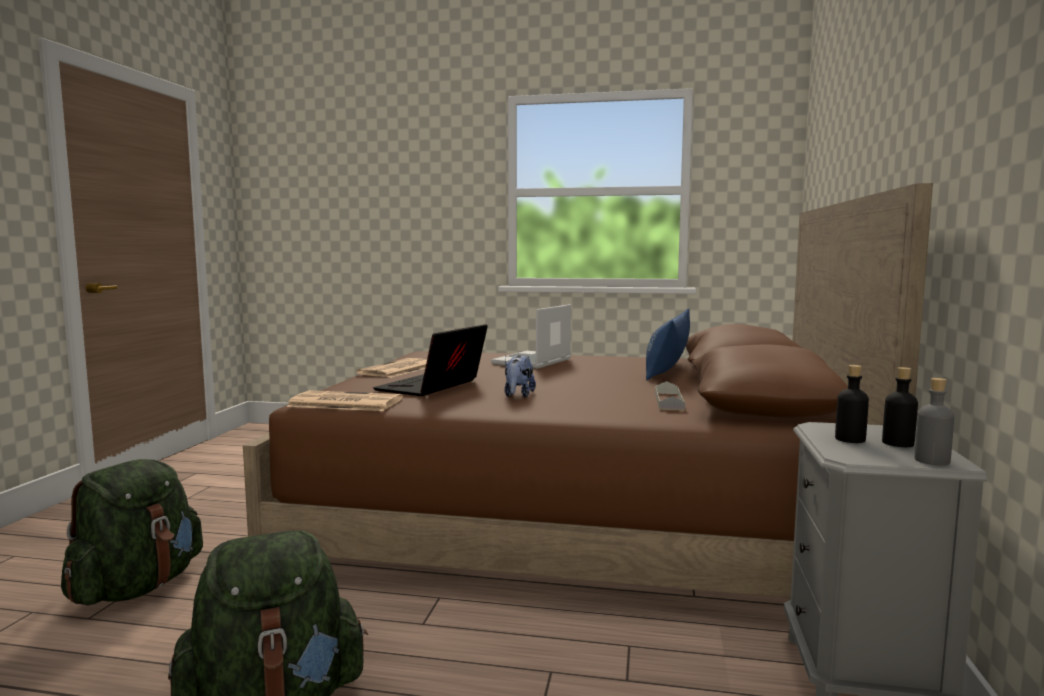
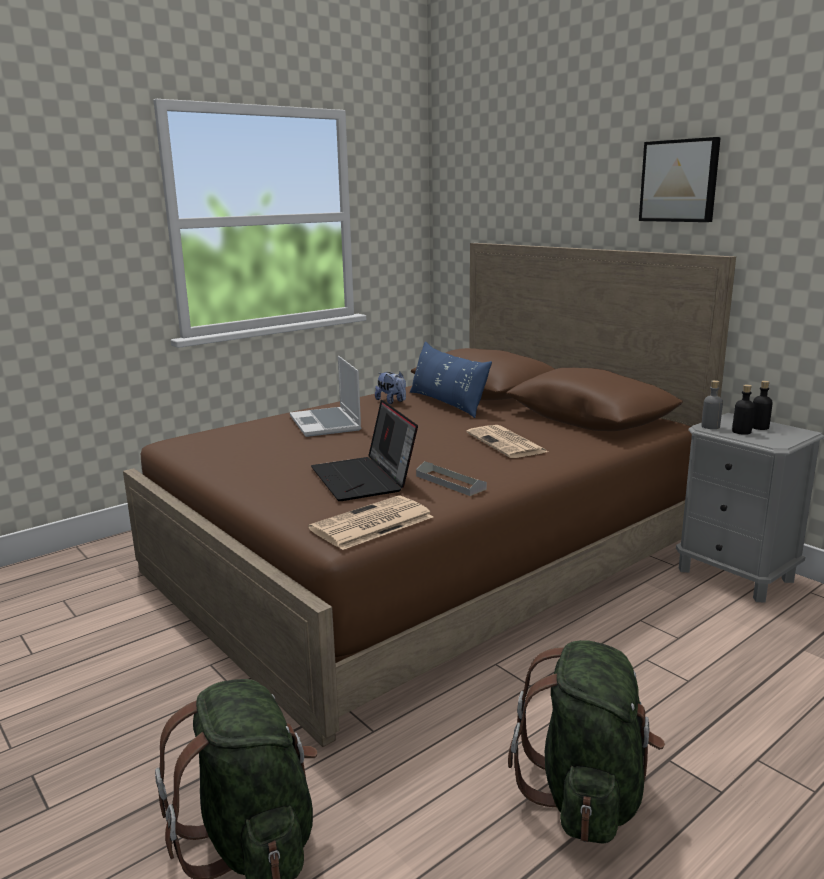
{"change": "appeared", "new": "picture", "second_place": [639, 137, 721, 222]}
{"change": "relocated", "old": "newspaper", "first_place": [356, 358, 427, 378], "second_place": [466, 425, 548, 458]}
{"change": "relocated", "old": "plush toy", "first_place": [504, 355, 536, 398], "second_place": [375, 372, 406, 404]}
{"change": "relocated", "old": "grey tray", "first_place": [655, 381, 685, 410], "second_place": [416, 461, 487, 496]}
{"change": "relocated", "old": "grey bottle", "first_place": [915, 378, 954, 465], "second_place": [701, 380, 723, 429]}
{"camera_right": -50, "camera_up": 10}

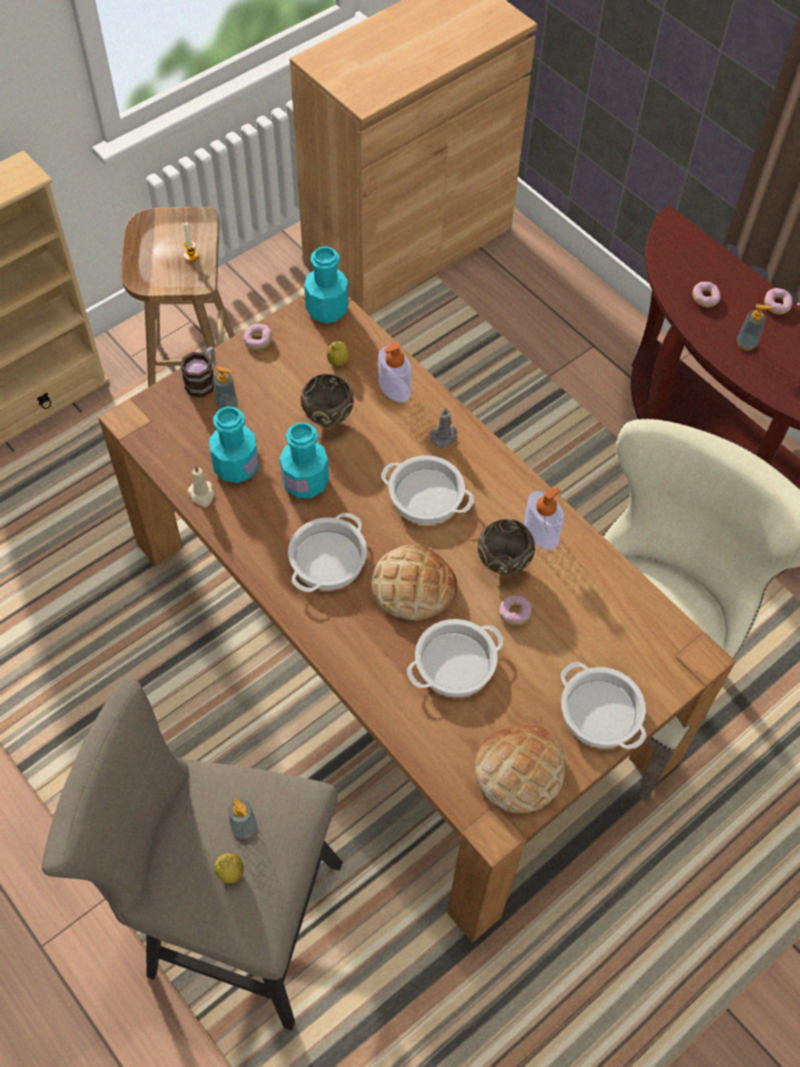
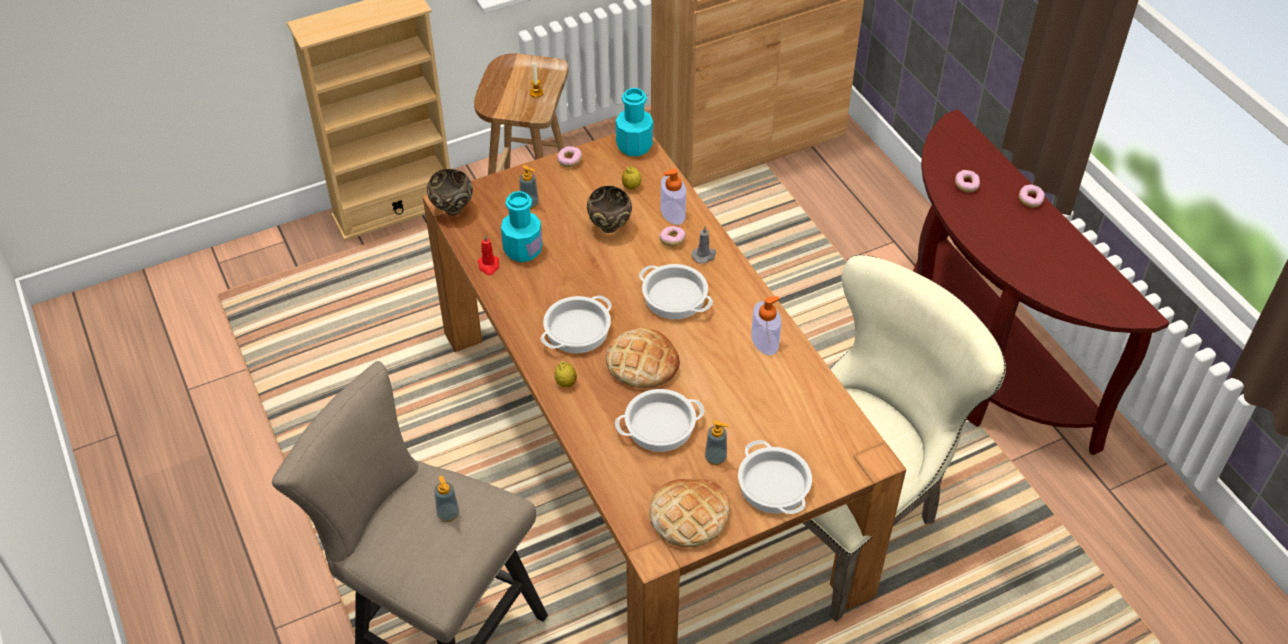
{"change": "missing", "old": "mug", "first_place": [180, 347, 216, 397]}
{"change": "missing", "old": "turquoise bottle", "first_place": [280, 423, 329, 498]}
{"change": "relocated", "old": "lemon", "first_place": [214, 853, 244, 883], "second_place": [554, 361, 577, 387]}
{"change": "relocated", "old": "brown bowl", "first_place": [477, 519, 535, 574], "second_place": [427, 169, 473, 216]}
{"change": "relocated", "old": "donut", "first_place": [499, 595, 532, 625], "second_place": [659, 226, 686, 247]}
{"change": "relocated", "old": "soap dispenser", "first_place": [737, 304, 772, 350], "second_place": [705, 420, 729, 465]}
{"change": "colour", "old": "beige candle", "new": "red candle", "first_place": [187, 465, 214, 507], "second_place": [477, 235, 499, 275]}
{"camera_right": 15, "camera_up": -10}

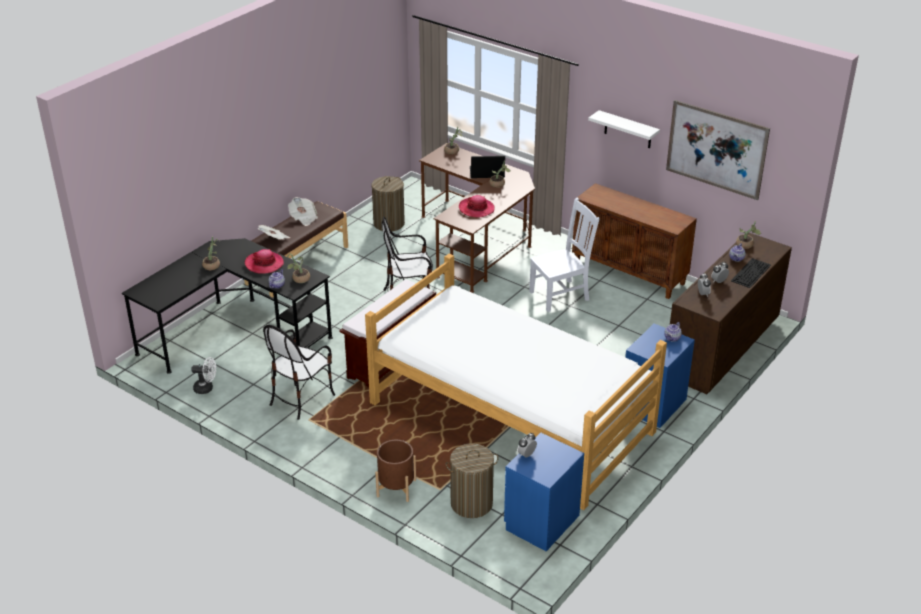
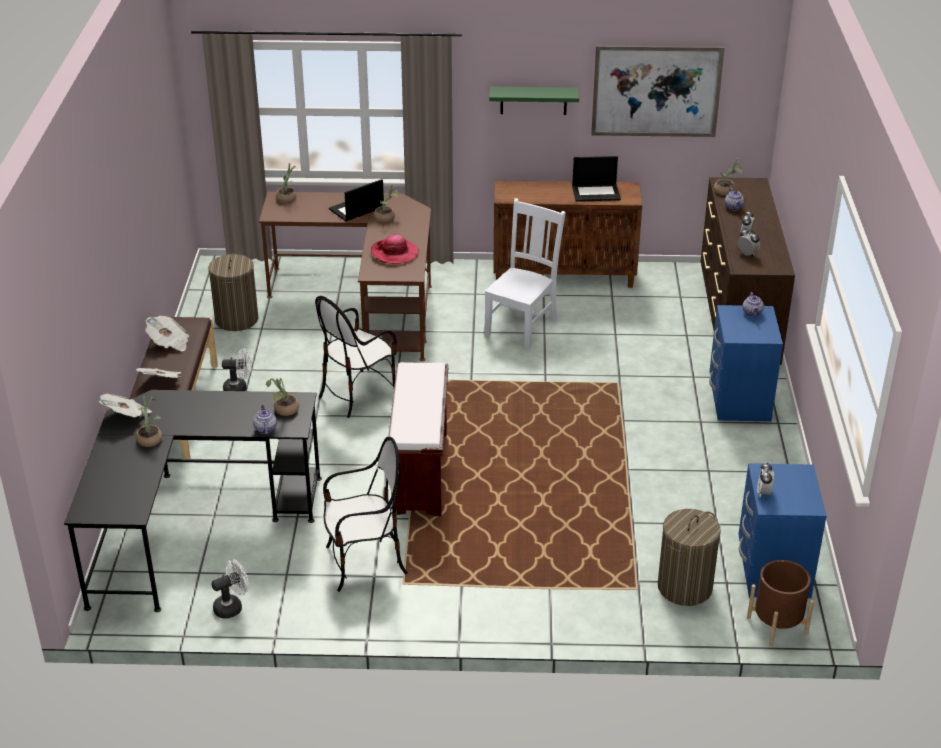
{"change": "missing", "old": "hat", "first_place": [245, 249, 284, 274]}
{"change": "missing", "old": "bed", "first_place": [365, 254, 667, 510]}
{"change": "missing", "old": "keyboard", "first_place": [731, 258, 771, 288]}
{"change": "appeared", "new": "newspaper", "second_place": [98, 394, 152, 417]}
{"change": "appeared", "new": "white fan", "second_place": [222, 349, 252, 391]}
{"change": "appeared", "new": "laptop", "second_place": [572, 156, 621, 202]}
{"change": "relocated", "old": "brown planter", "first_place": [375, 440, 416, 502], "second_place": [747, 560, 814, 647]}
{"change": "colour", "old": "white shelf", "new": "green shelf", "first_place": [588, 110, 660, 148], "second_place": [489, 86, 579, 115]}
{"change": "spun", "old": "chair", "first_place": [263, 325, 335, 420], "second_place": [323, 437, 408, 592], "degrees": -105}
{"camera_right": -35, "camera_up": 0}

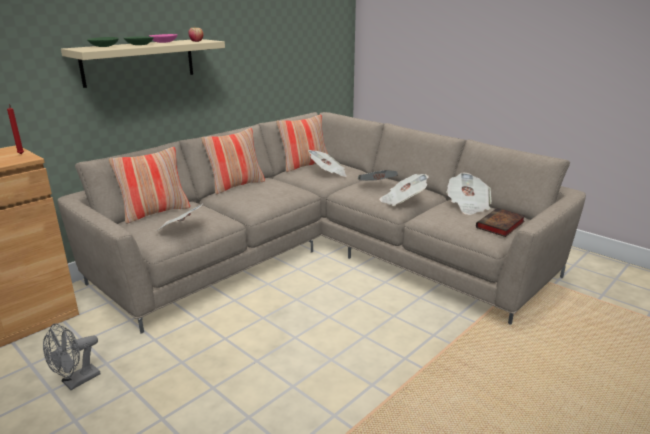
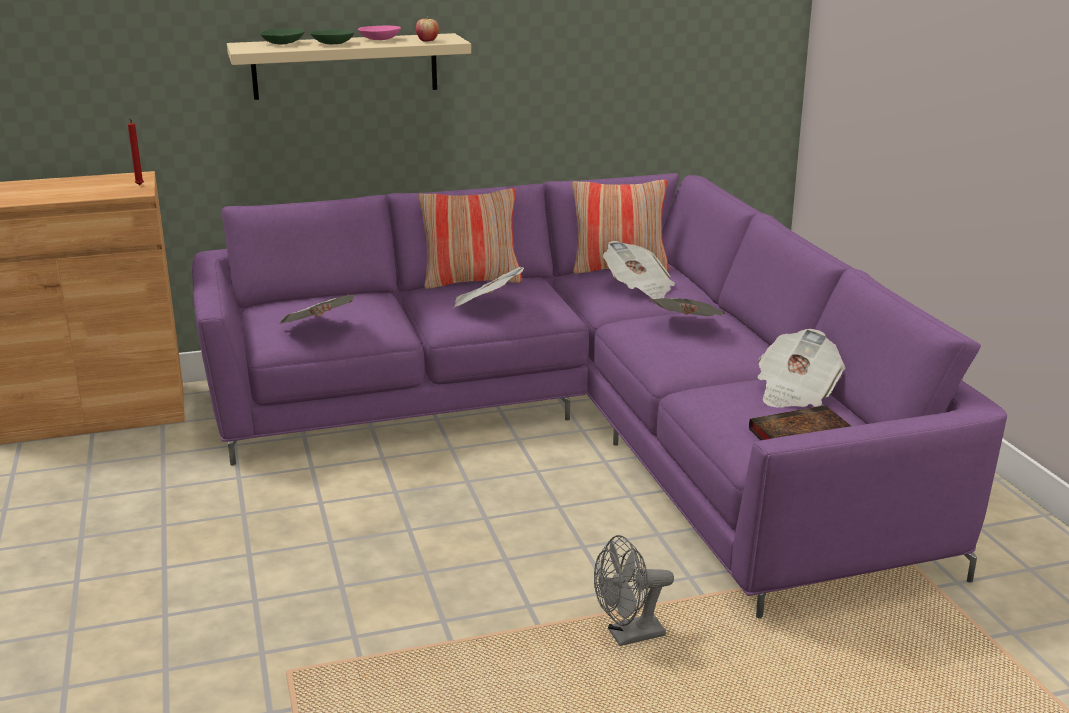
{"change": "missing", "old": "pillow", "first_place": [109, 147, 190, 224]}
{"change": "relocated", "old": "grey fan", "first_place": [43, 323, 101, 390], "second_place": [594, 535, 674, 646]}
{"change": "relocated", "old": "newspaper", "first_place": [379, 174, 429, 206], "second_place": [453, 266, 524, 308]}
{"change": "colour", "old": "beige sofa", "new": "purple sofa", "first_place": [58, 112, 586, 334], "second_place": [192, 173, 1007, 618]}
{"camera_right": 30, "camera_up": 0}

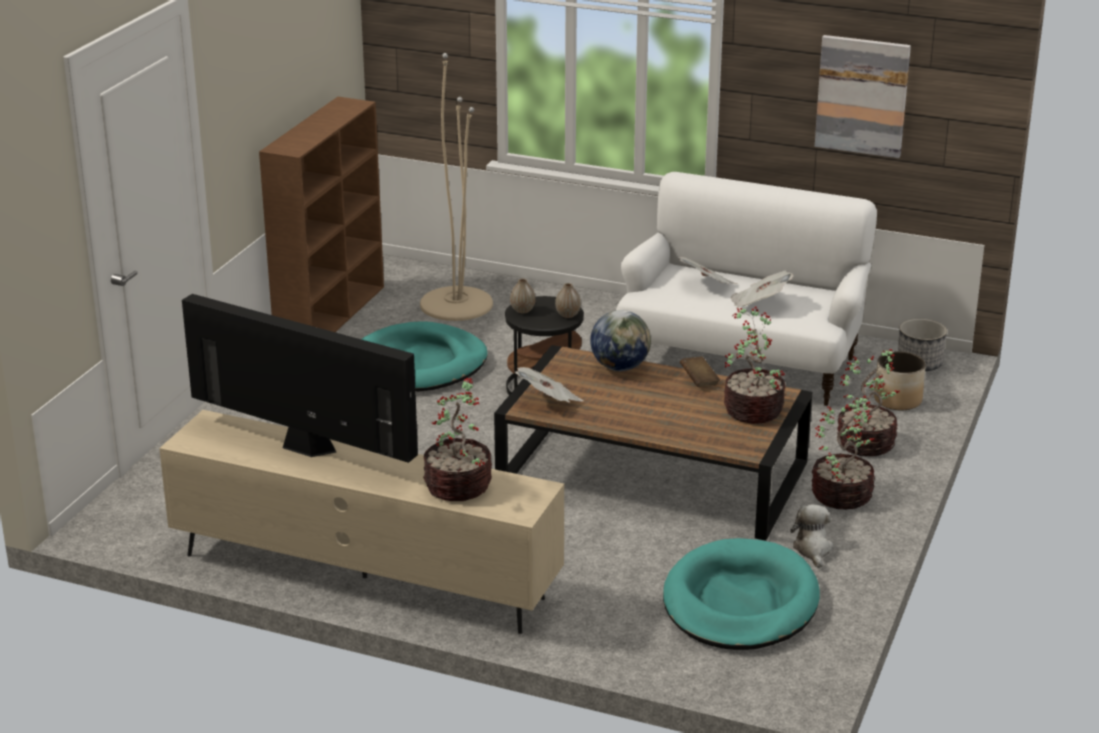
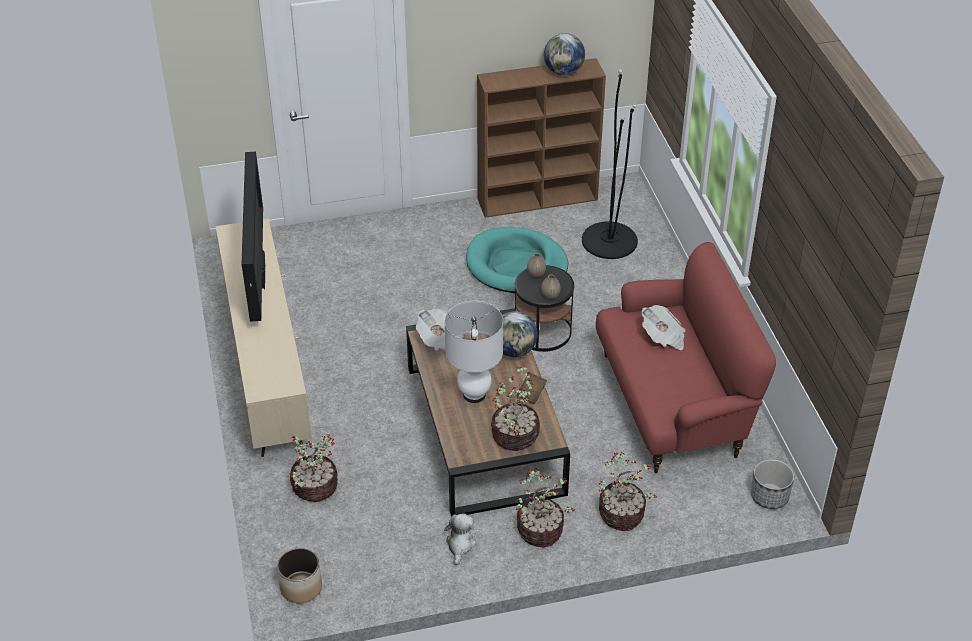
{"change": "missing", "old": "turquoise dog bed", "first_place": [663, 538, 820, 650]}
{"change": "missing", "old": "newspaper", "first_place": [730, 270, 793, 309]}
{"change": "missing", "old": "picture", "first_place": [815, 35, 911, 158]}
{"change": "appeared", "new": "white table lamp", "second_place": [445, 301, 503, 403]}
{"change": "appeared", "new": "globe", "second_place": [544, 33, 585, 76]}
{"change": "relocated", "old": "potted plant", "first_place": [423, 378, 492, 501], "second_place": [290, 434, 338, 502]}
{"change": "relocated", "old": "planter", "first_place": [874, 351, 926, 410], "second_place": [277, 548, 322, 603]}
{"change": "colour", "old": "beige floor lamp", "new": "black floor lamp", "first_place": [420, 53, 493, 321], "second_place": [582, 69, 638, 259]}
{"change": "colour", "old": "white sofa", "new": "red sofa", "first_place": [616, 172, 877, 406], "second_place": [596, 242, 776, 473]}
{"change": "spun", "old": "plush toy", "first_place": [790, 504, 834, 568], "second_place": [444, 513, 476, 565], "degrees": -45}
{"camera_right": 55, "camera_up": 15}

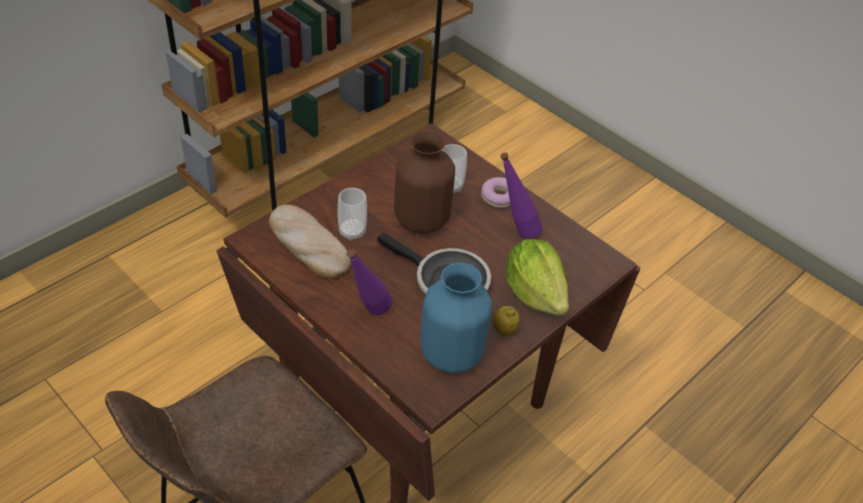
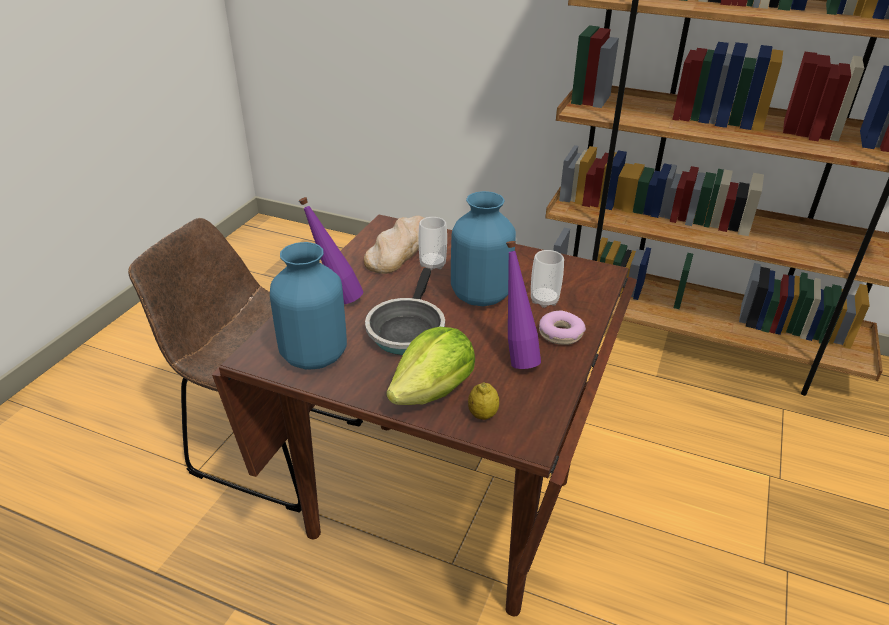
{"change": "relocated", "old": "lemon", "first_place": [493, 306, 520, 336], "second_place": [468, 383, 499, 420]}
{"change": "colour", "old": "brown vase", "new": "blue vase", "first_place": [394, 131, 455, 234], "second_place": [451, 191, 516, 306]}
{"camera_right": 70, "camera_up": -10}

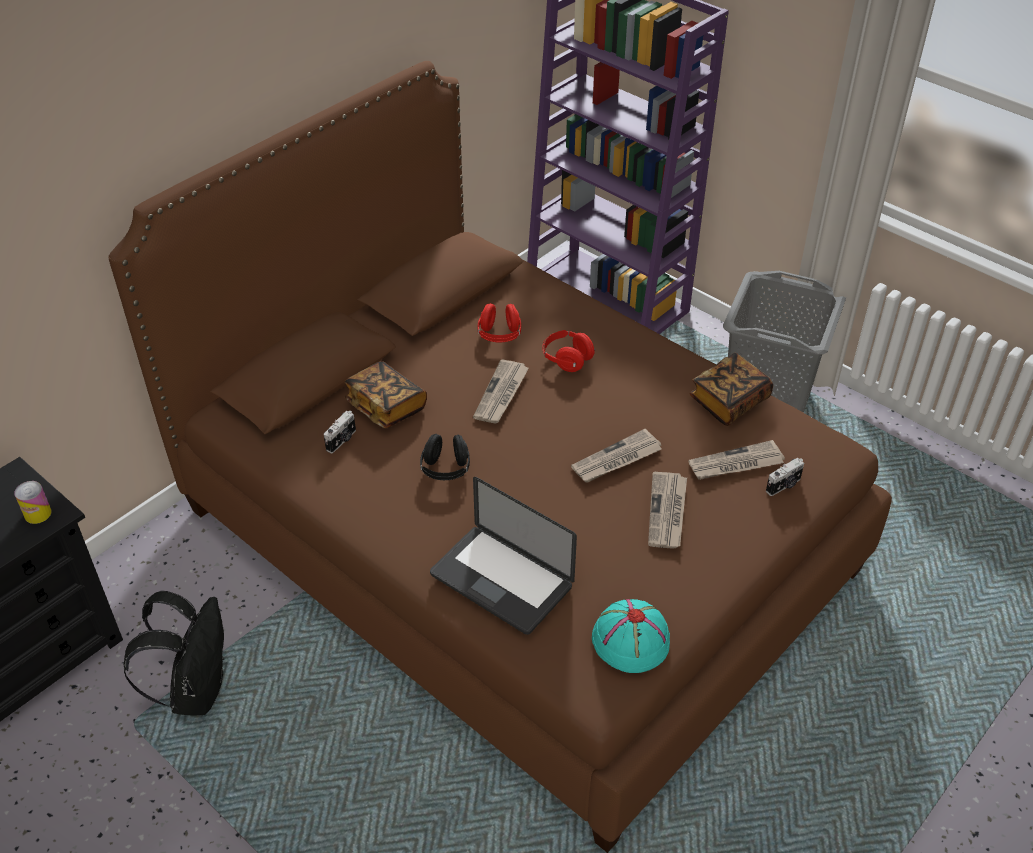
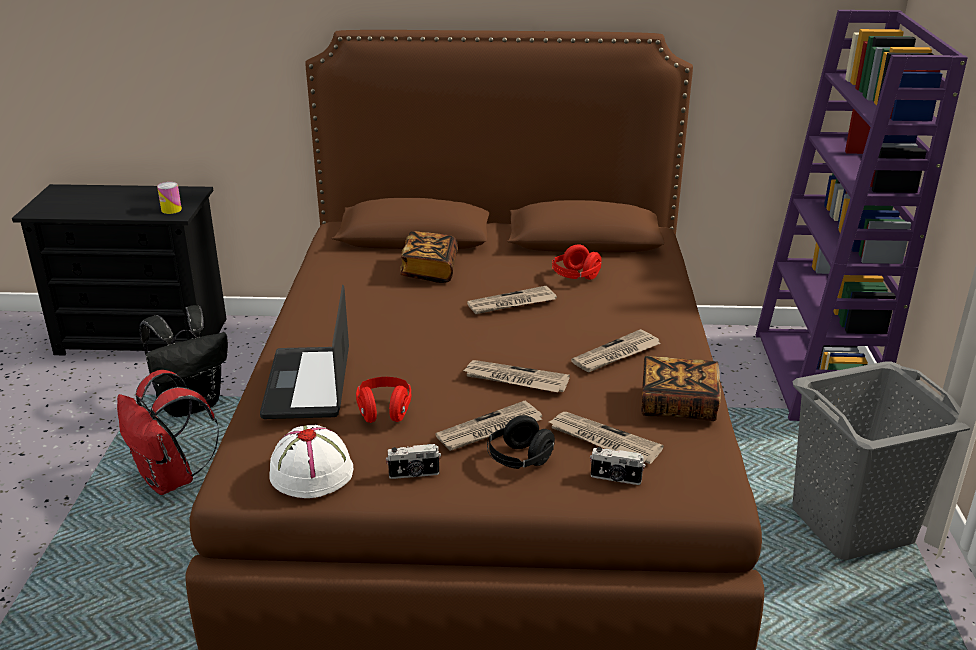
{"change": "appeared", "new": "red backpack", "second_place": [117, 370, 219, 495]}
{"change": "appeared", "new": "newspaper", "second_place": [571, 329, 661, 372]}
{"change": "relocated", "old": "photo camera", "first_place": [324, 411, 356, 453], "second_place": [386, 444, 441, 479]}
{"change": "relocated", "old": "black headphones", "first_place": [420, 434, 470, 480], "second_place": [487, 415, 555, 469]}
{"change": "relocated", "old": "red headphones", "first_place": [543, 330, 595, 372], "second_place": [356, 377, 411, 423]}
{"change": "colour", "old": "turquoise hat", "new": "white hat", "first_place": [592, 599, 670, 673], "second_place": [269, 425, 354, 498]}
{"camera_right": 50, "camera_up": -15}

